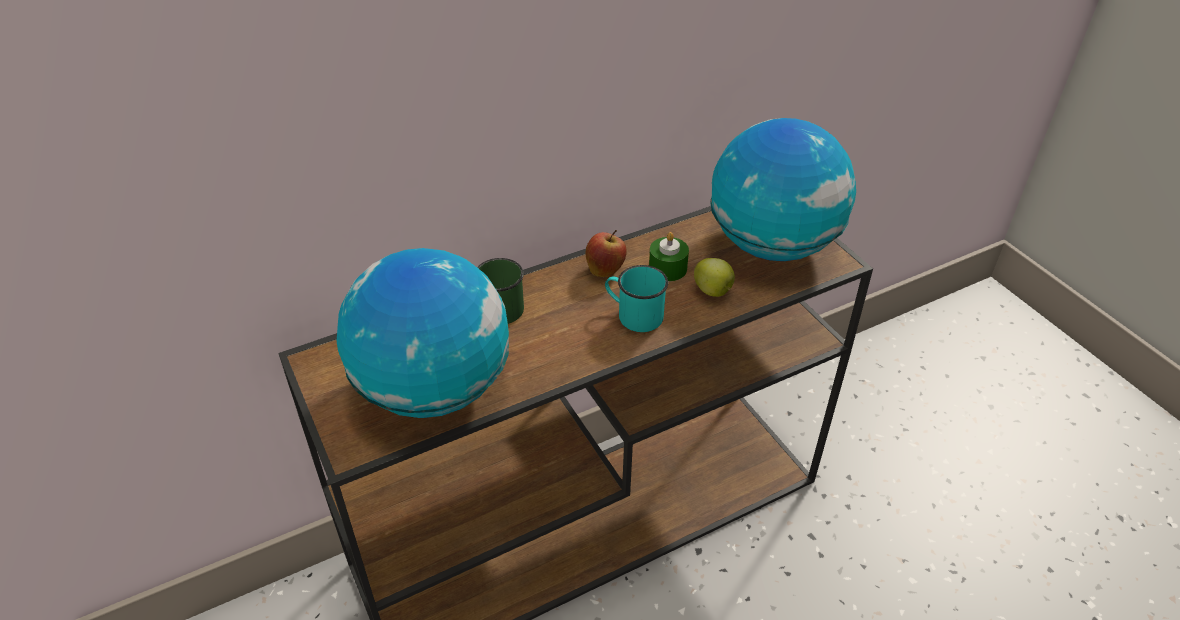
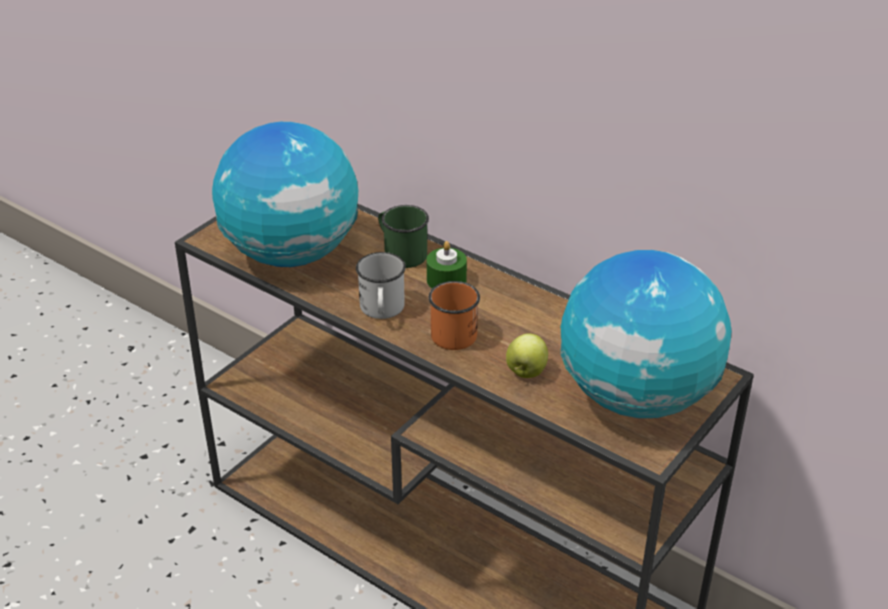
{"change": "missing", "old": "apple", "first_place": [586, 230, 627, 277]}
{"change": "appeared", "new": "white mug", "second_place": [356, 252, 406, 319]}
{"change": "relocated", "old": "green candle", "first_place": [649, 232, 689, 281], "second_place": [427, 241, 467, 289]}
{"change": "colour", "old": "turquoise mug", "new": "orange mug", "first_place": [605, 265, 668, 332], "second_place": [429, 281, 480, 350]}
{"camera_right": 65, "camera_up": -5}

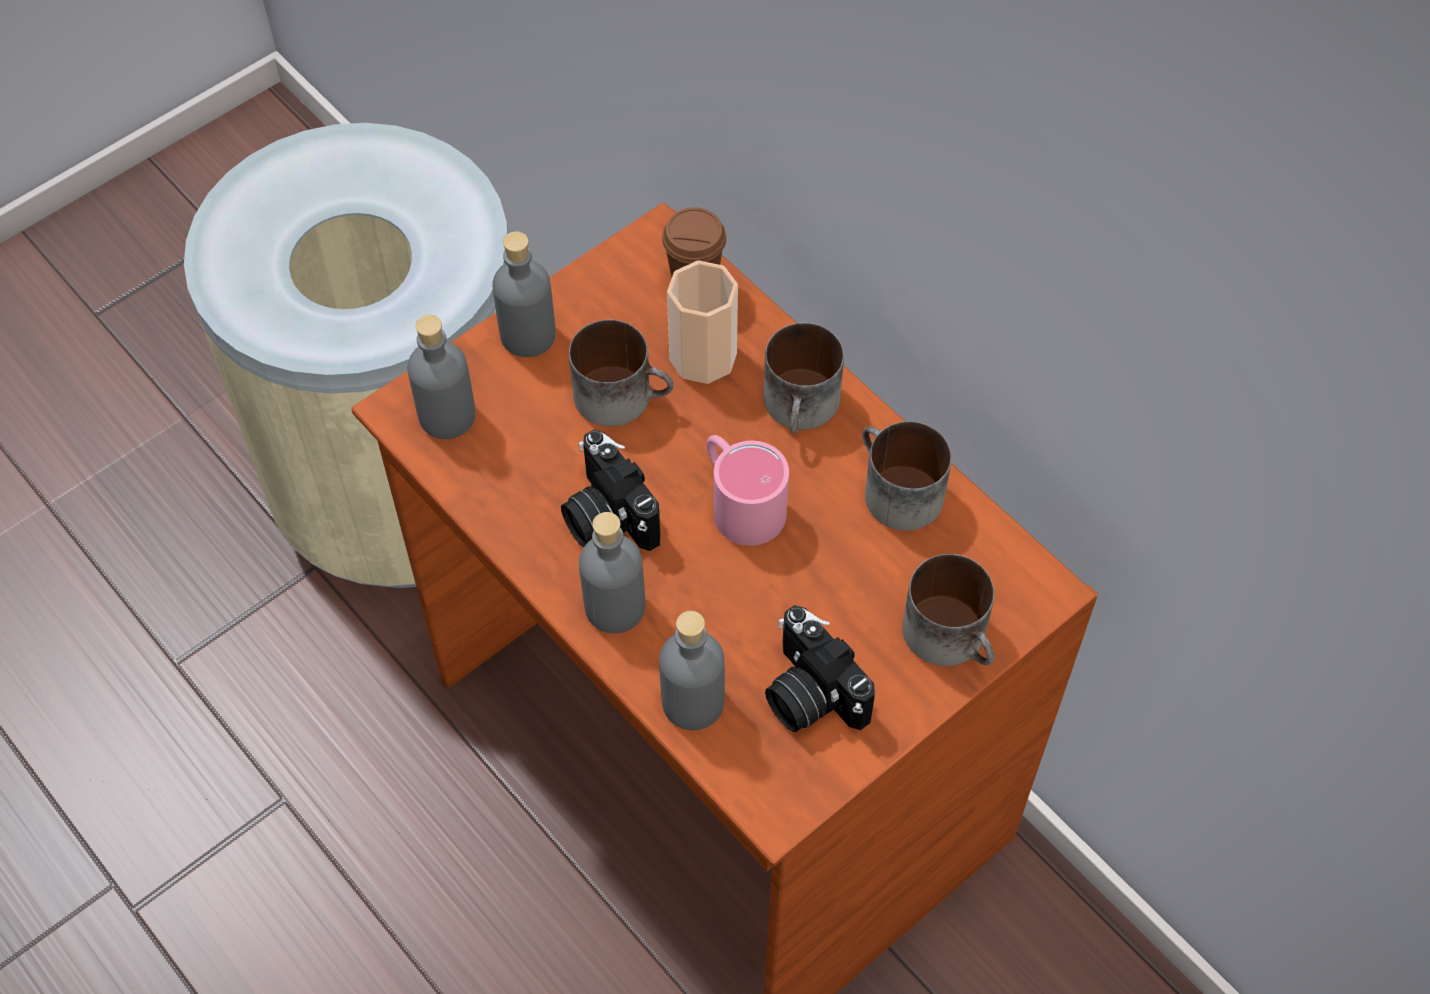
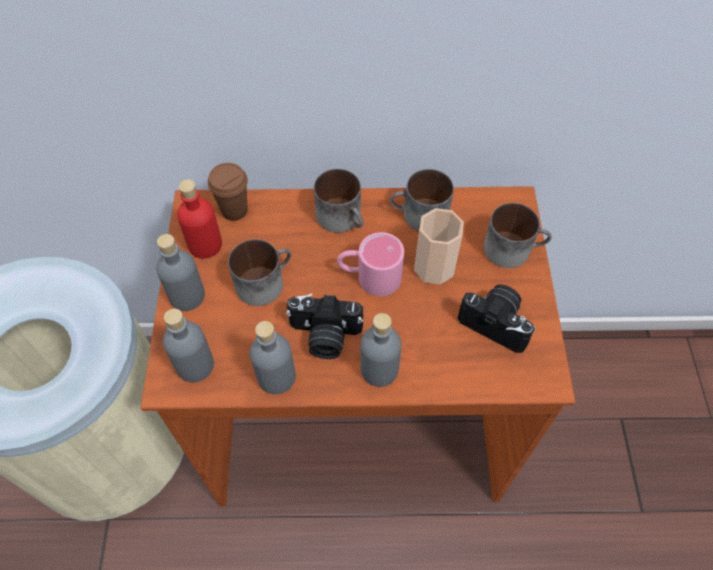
{"change": "appeared", "new": "red bottle", "second_place": [177, 179, 222, 259]}
{"change": "relocated", "old": "grey bottle", "first_place": [659, 611, 725, 730], "second_place": [250, 321, 296, 394]}
{"change": "relocated", "old": "cup", "first_place": [667, 261, 738, 384], "second_place": [414, 208, 464, 284]}
{"change": "spun", "old": "photo camera", "first_place": [765, 605, 875, 732], "second_place": [458, 284, 535, 353], "degrees": -150}
{"camera_right": -50, "camera_up": 0}

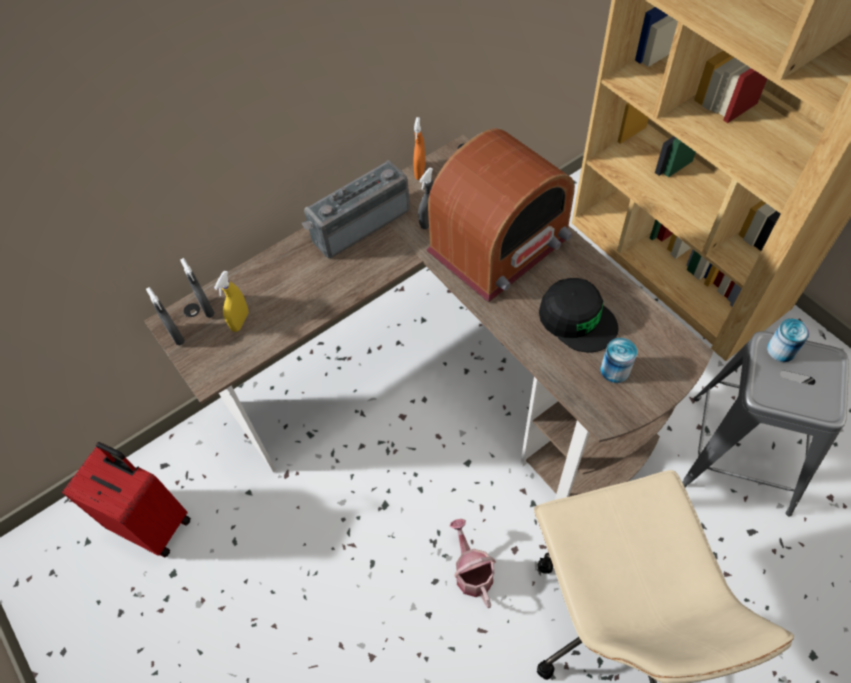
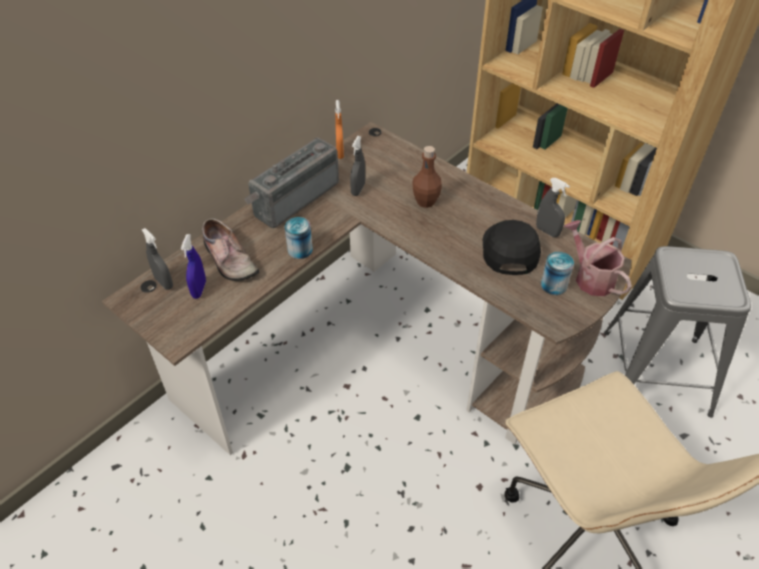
{"change": "missing", "old": "red suitcase", "first_place": [62, 442, 191, 558]}
{"change": "appeared", "new": "shoe", "second_place": [202, 218, 259, 281]}
{"change": "relocated", "old": "grey spray bottle", "first_place": [146, 287, 185, 345], "second_place": [536, 178, 570, 237]}
{"change": "relocated", "old": "watering can", "first_place": [449, 519, 496, 608], "second_place": [564, 220, 632, 296]}
{"change": "relocated", "old": "can", "first_place": [767, 319, 810, 362], "second_place": [285, 217, 313, 259]}
{"change": "exchanged", "old": "radio", "new": "brown bottle", "first_place": [426, 128, 575, 303], "second_place": [413, 146, 442, 208]}
{"change": "colour", "old": "yellow spray bottle", "new": "blue spray bottle", "first_place": [214, 271, 249, 332], "second_place": [181, 234, 206, 299]}
{"change": "spun", "old": "black cap", "first_place": [539, 278, 619, 353], "second_place": [483, 220, 541, 275], "degrees": -120}
{"camera_right": -15, "camera_up": -10}

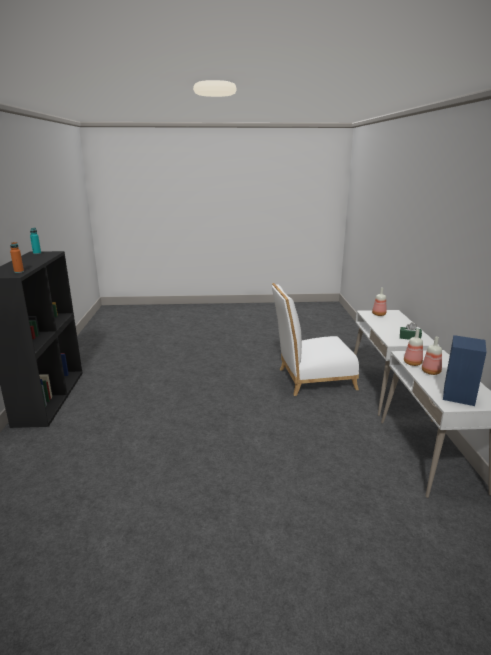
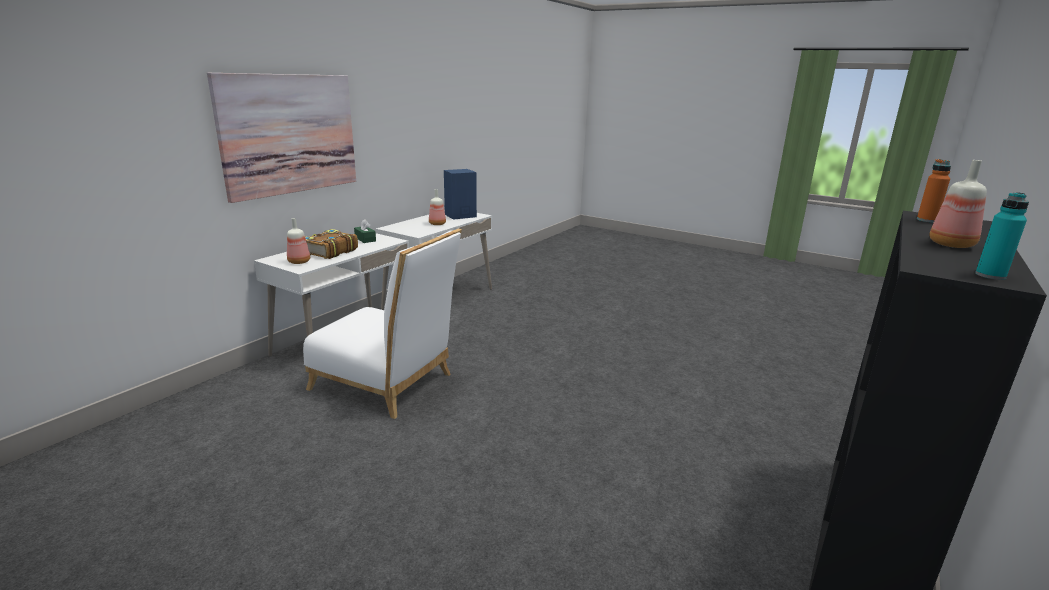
{"change": "appeared", "new": "picture", "second_place": [207, 73, 356, 203]}
{"change": "appeared", "new": "book", "second_place": [305, 229, 358, 259]}
{"change": "relocated", "old": "bottle", "first_place": [404, 329, 423, 366], "second_place": [929, 160, 987, 248]}
{"camera_right": -145, "camera_up": 0}

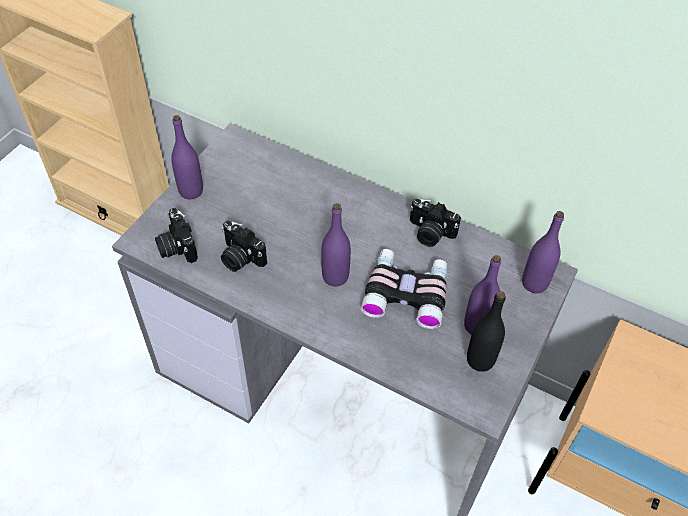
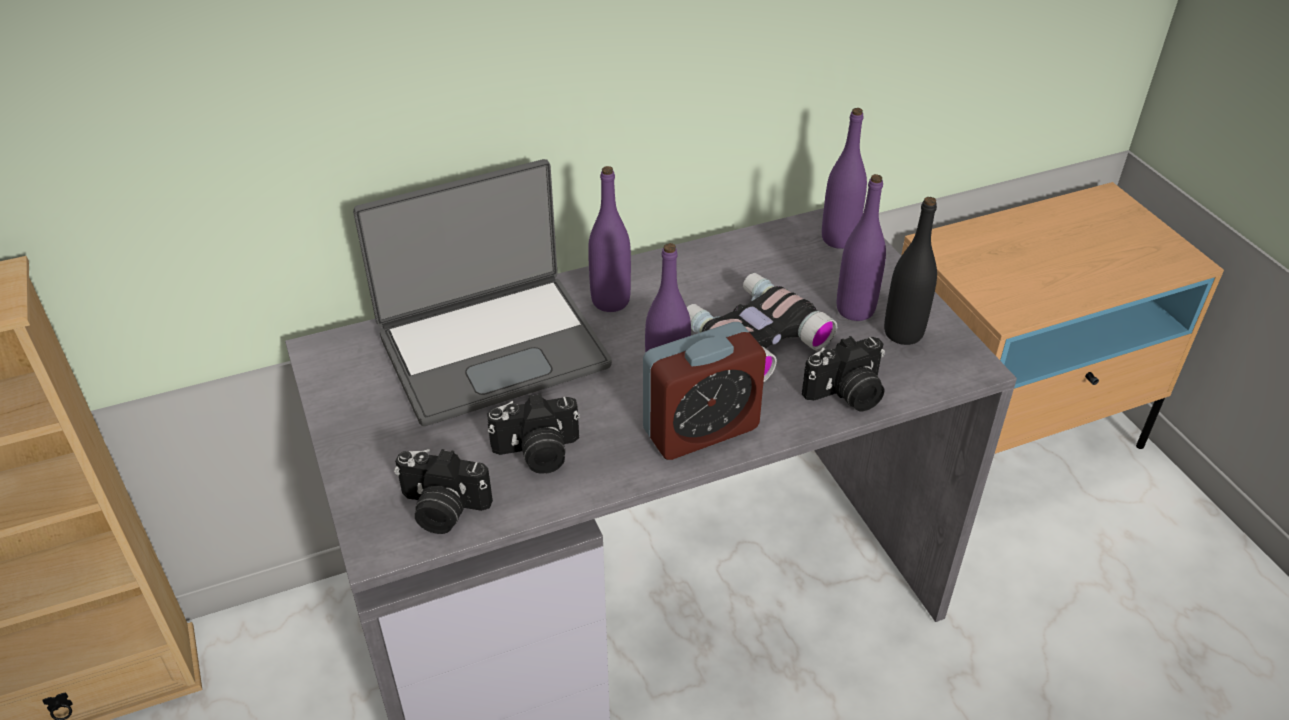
{"change": "appeared", "new": "laptop", "second_place": [353, 159, 612, 426]}
{"change": "appeared", "new": "alarm clock", "second_place": [643, 322, 766, 460]}
{"change": "relocated", "old": "purple bottle", "first_place": [171, 115, 203, 199], "second_place": [588, 166, 631, 312]}
{"change": "relocated", "old": "photo camera", "first_place": [410, 199, 461, 247], "second_place": [802, 336, 885, 412]}
{"camera_right": -50, "camera_up": -10}

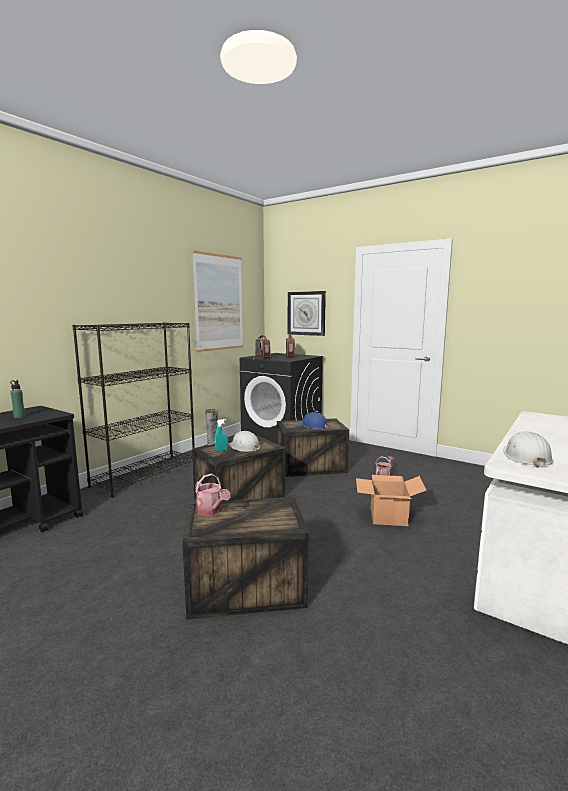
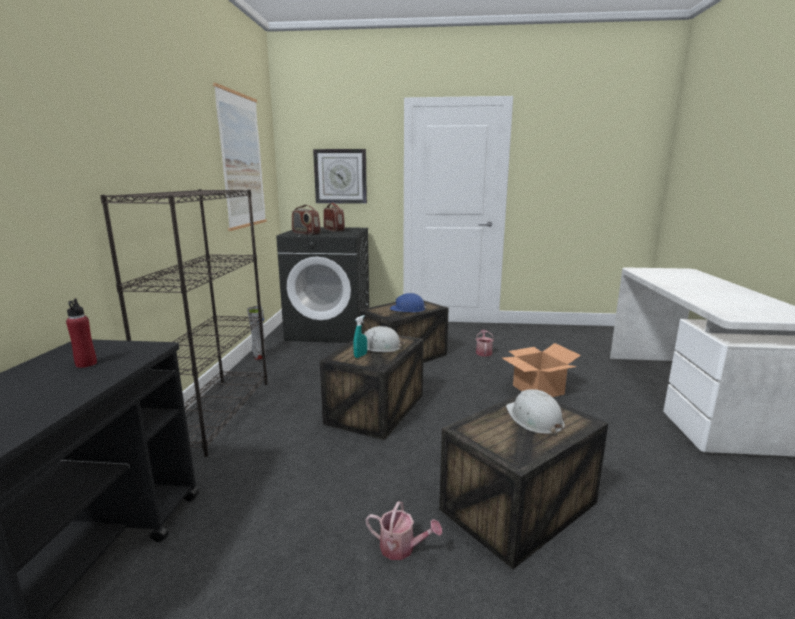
{"change": "relocated", "old": "watering can", "first_place": [195, 474, 231, 516], "second_place": [366, 502, 442, 560]}
{"change": "relocated", "old": "white hard hat", "first_place": [503, 431, 554, 468], "second_place": [506, 389, 565, 436]}
{"change": "colour", "old": "green bottle", "new": "red bottle", "first_place": [10, 380, 25, 418], "second_place": [66, 298, 97, 368]}
{"camera_right": -30, "camera_up": 5}

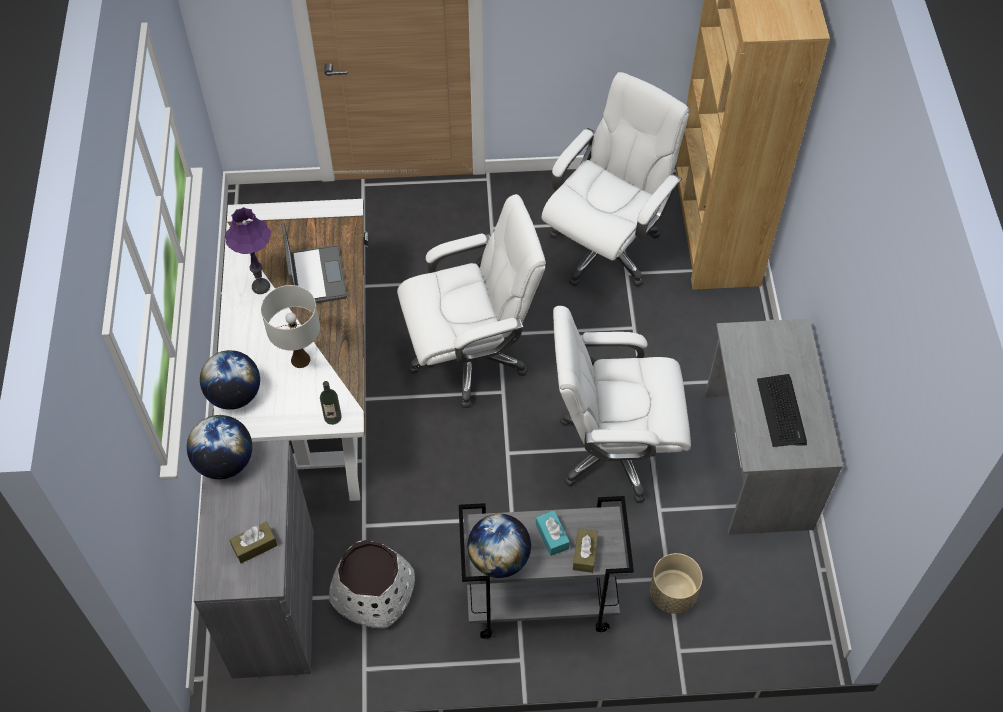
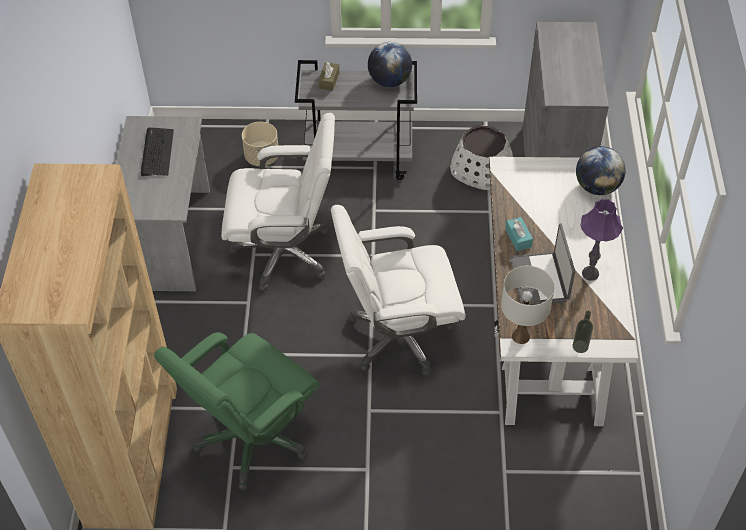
{"change": "missing", "old": "globe", "first_place": [187, 415, 252, 479]}
{"change": "missing", "old": "brown tissue box", "first_place": [230, 522, 277, 563]}
{"change": "relocated", "old": "white table lamp", "first_place": [261, 285, 320, 368], "second_place": [501, 266, 554, 344]}
{"change": "relocated", "old": "bottle", "first_place": [320, 381, 342, 425], "second_place": [573, 311, 593, 353]}
{"change": "relocated", "old": "turquoise tissue box", "first_place": [536, 510, 570, 556], "second_place": [505, 217, 533, 251]}
{"change": "colour", "old": "white office chair", "new": "green office chair", "first_place": [542, 72, 689, 287], "second_place": [154, 332, 319, 490]}
{"camera_right": -175, "camera_up": -5}

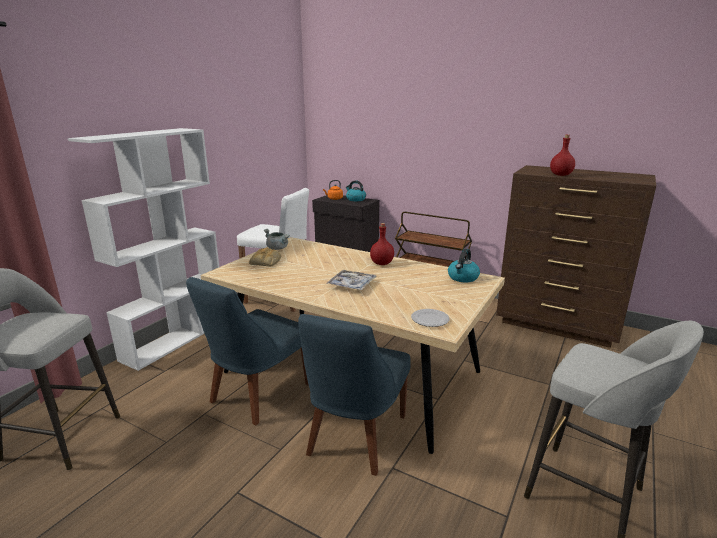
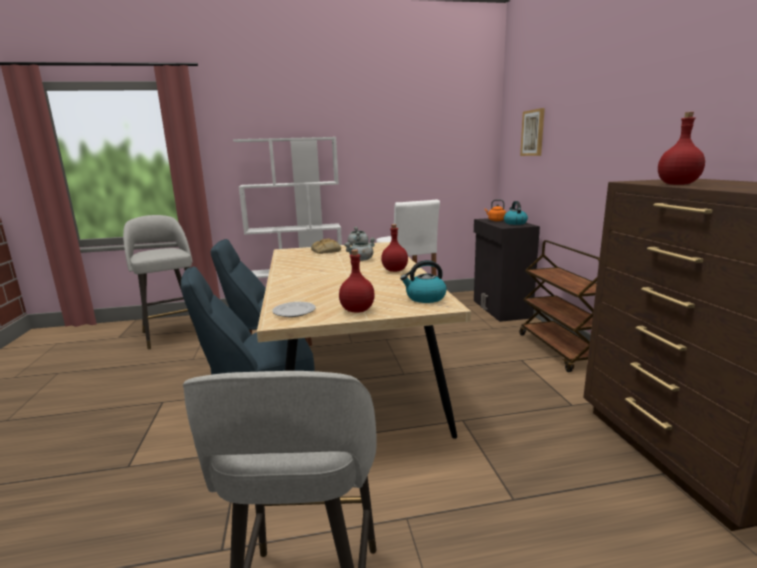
{"change": "missing", "old": "tray", "first_place": [326, 270, 376, 290]}
{"change": "appeared", "new": "red bottle", "second_place": [339, 249, 375, 313]}
{"change": "appeared", "new": "grey cooking pot", "second_place": [344, 238, 376, 261]}
{"change": "appeared", "new": "picture", "second_place": [520, 108, 545, 156]}
{"camera_right": 50, "camera_up": -5}

